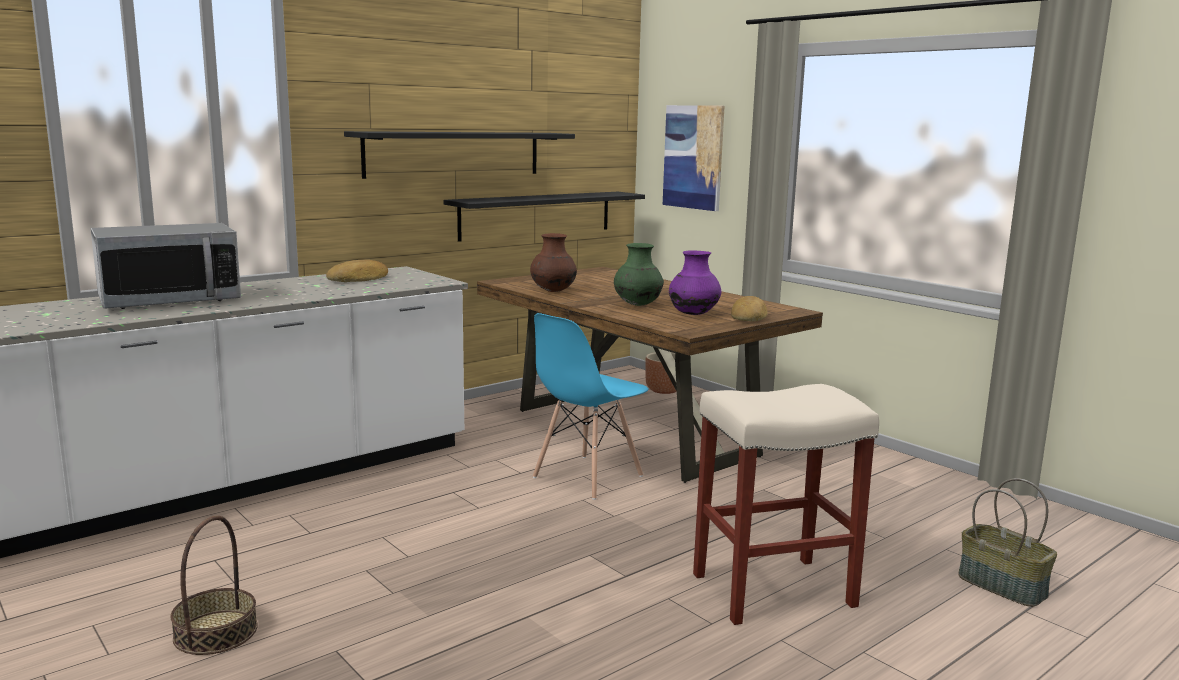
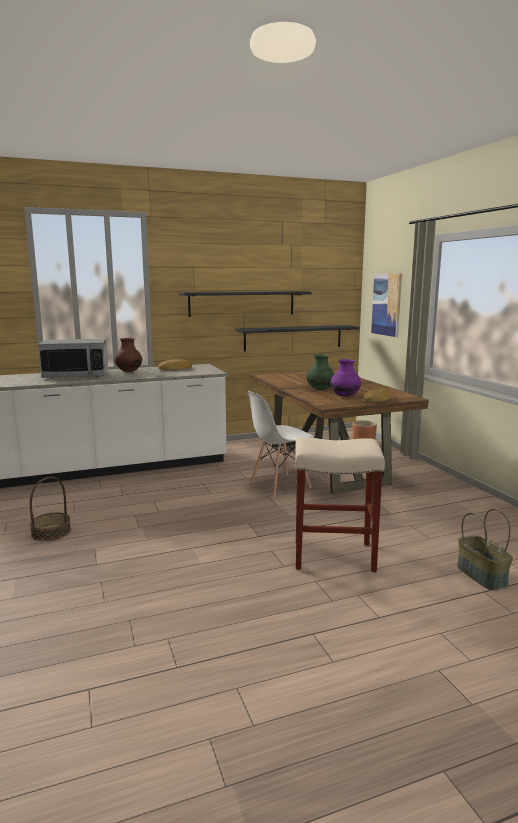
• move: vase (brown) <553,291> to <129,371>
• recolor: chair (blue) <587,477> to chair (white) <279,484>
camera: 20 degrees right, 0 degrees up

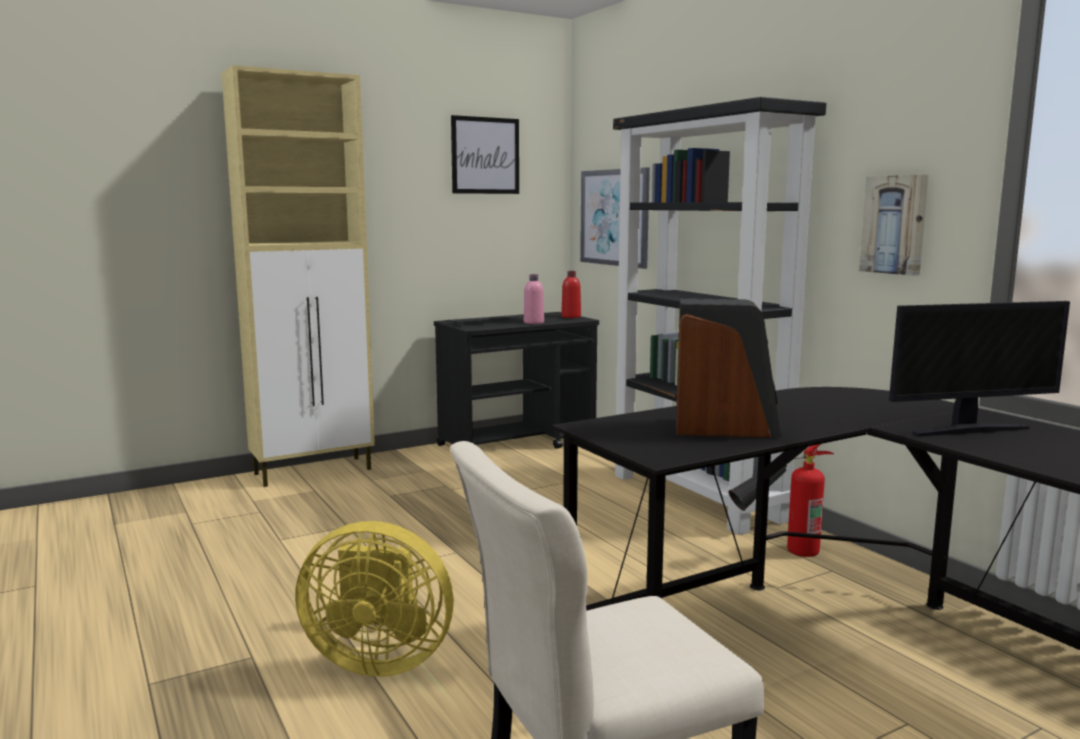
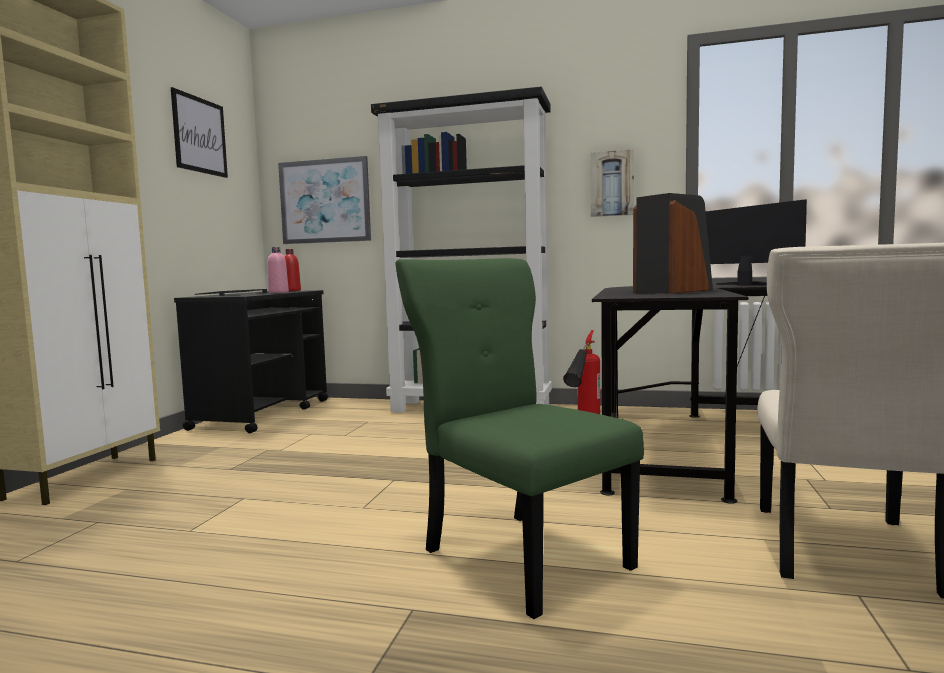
• replace: fan (yellow) <378,660> to chair (green) <521,555>
• rotate: monitor <968,430> = <747,285> 60 degrees counterclockwise
camera: 45 degrees left, 5 degrees down

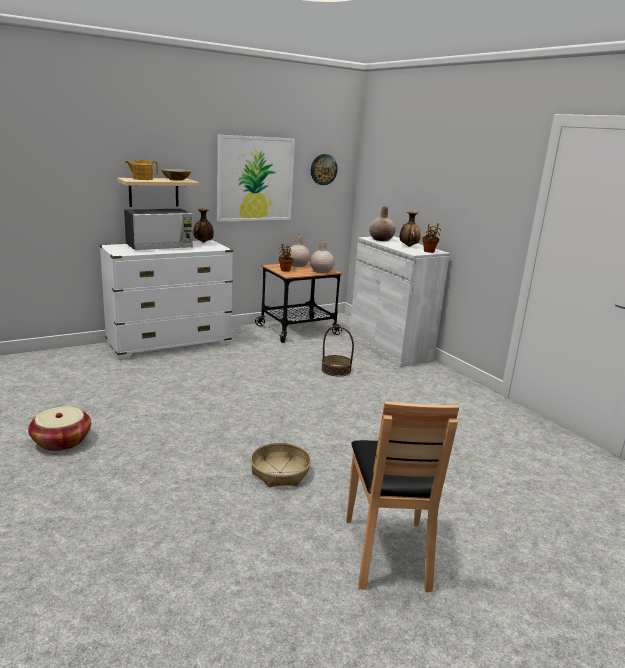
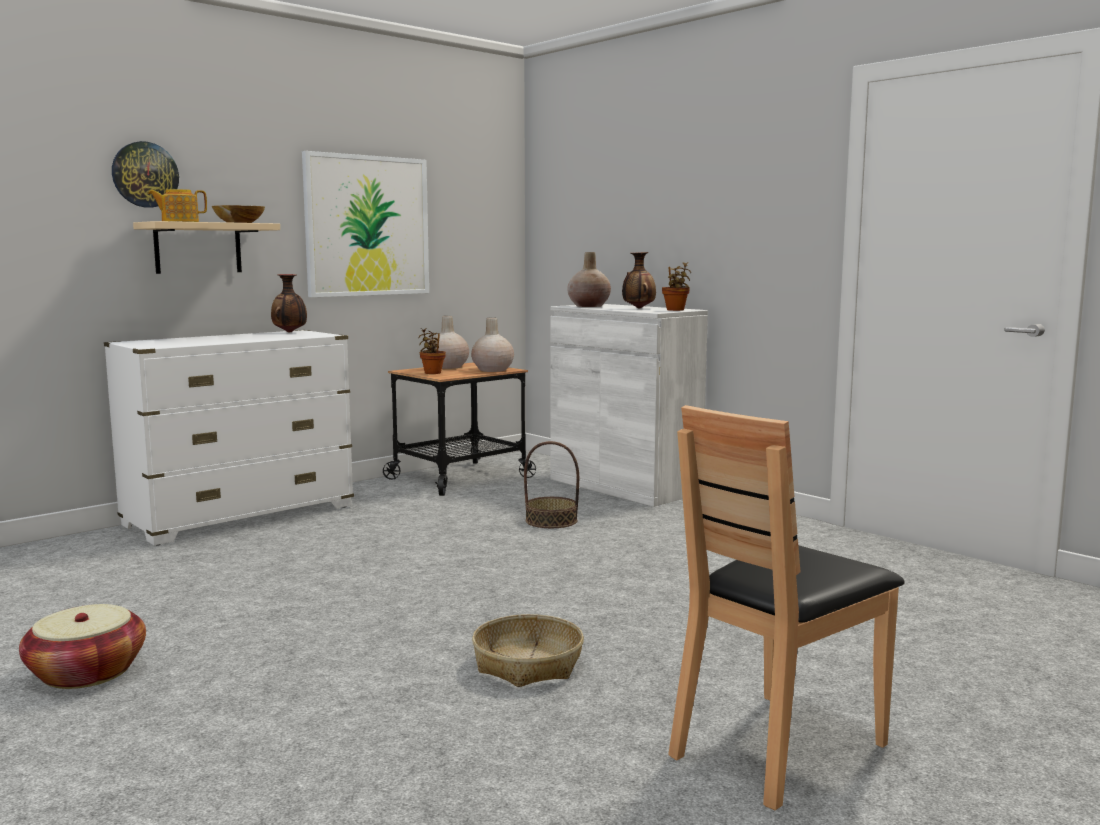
• delete: microwave <159,246>
• move: wall clock <323,169> to <145,174>
• rotate: chair (brown) <388,552> = <777,748> 60 degrees clockwise
camera: 10 degrees left, 10 degrees down

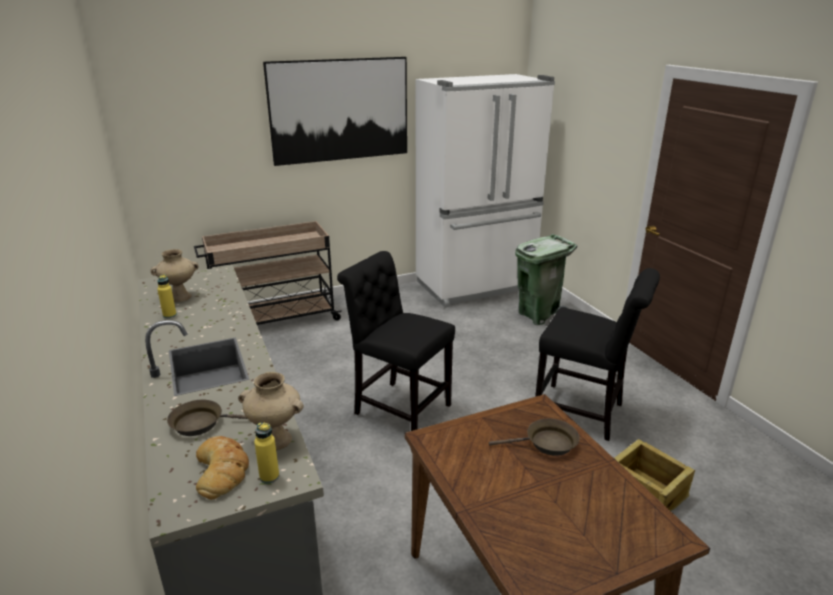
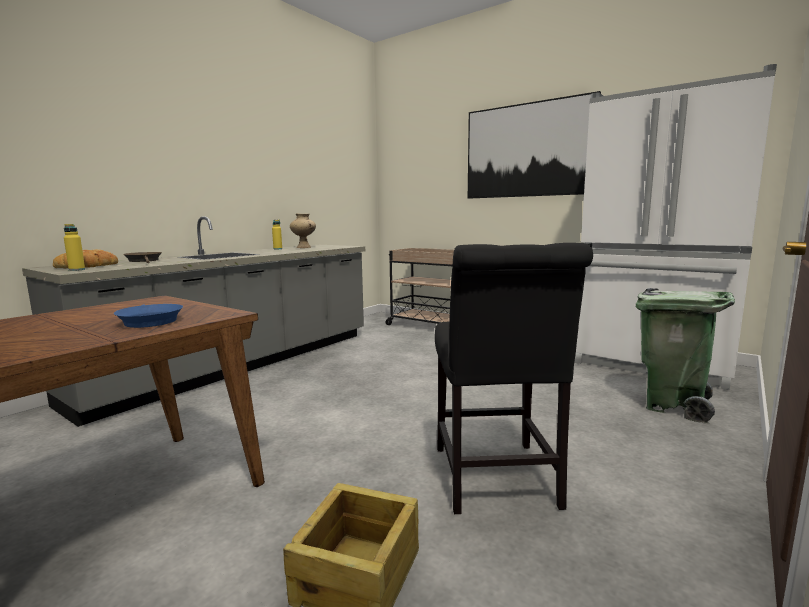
• delete: vase (beige) <277,439>
• delete: chair (black) <398,408>
• recolor: frying pan (brown) <547,443> to frying pan (blue) <149,321>
camera: 60 degrees right, 15 degrees down

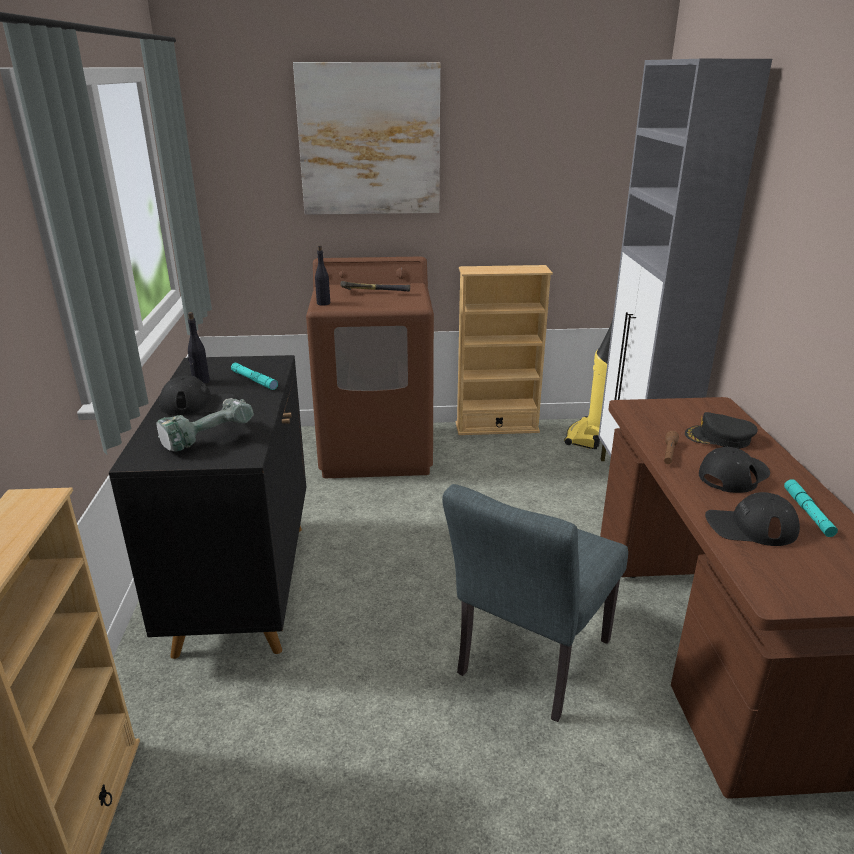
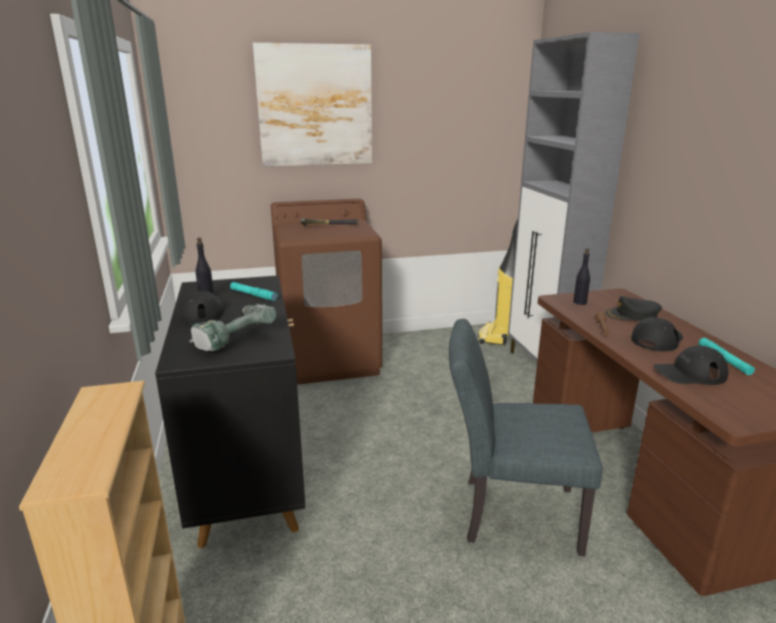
• move: bottle (black) <323,303> to <579,302>
• rotate: chair (grey) <528,664> = <509,513> 75 degrees clockwise
• delete: bookcase (beige) <497,427>
camera: 10 degrees left, 5 degrees down

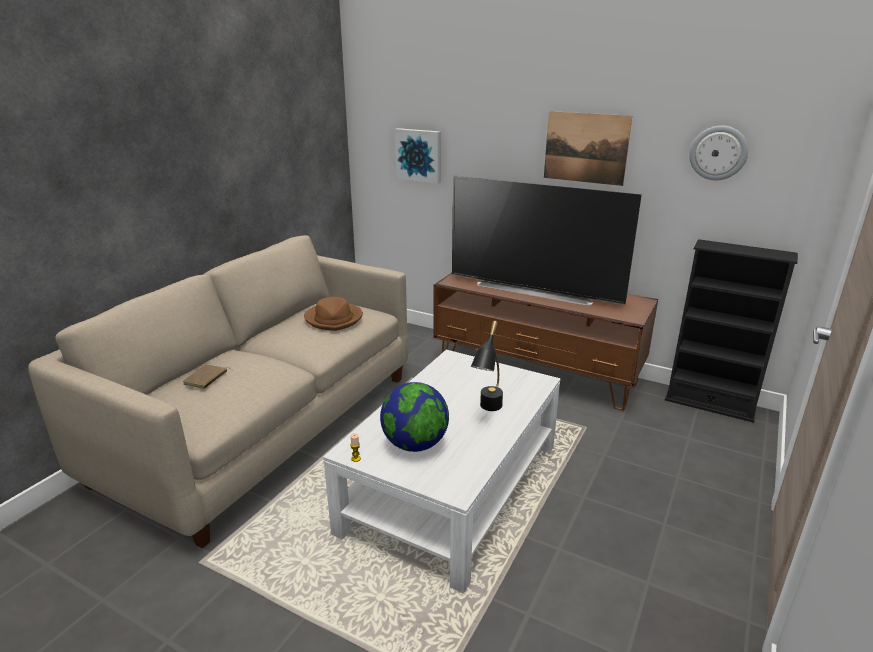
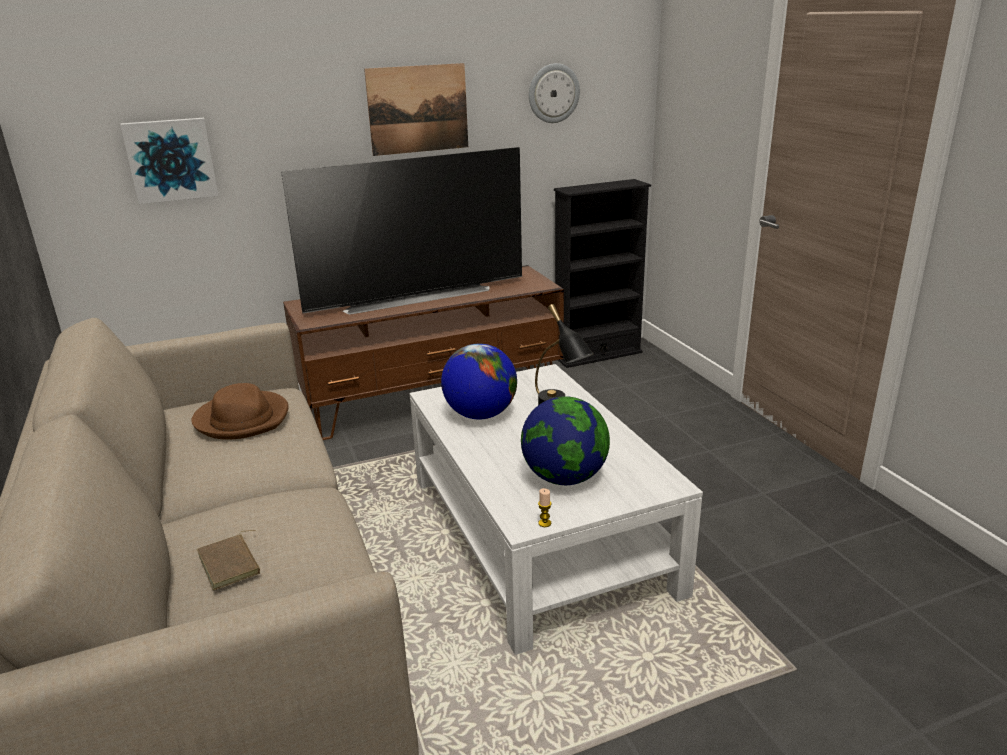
• insert: globe <480,414>
camera: 50 degrees left, 0 degrees up

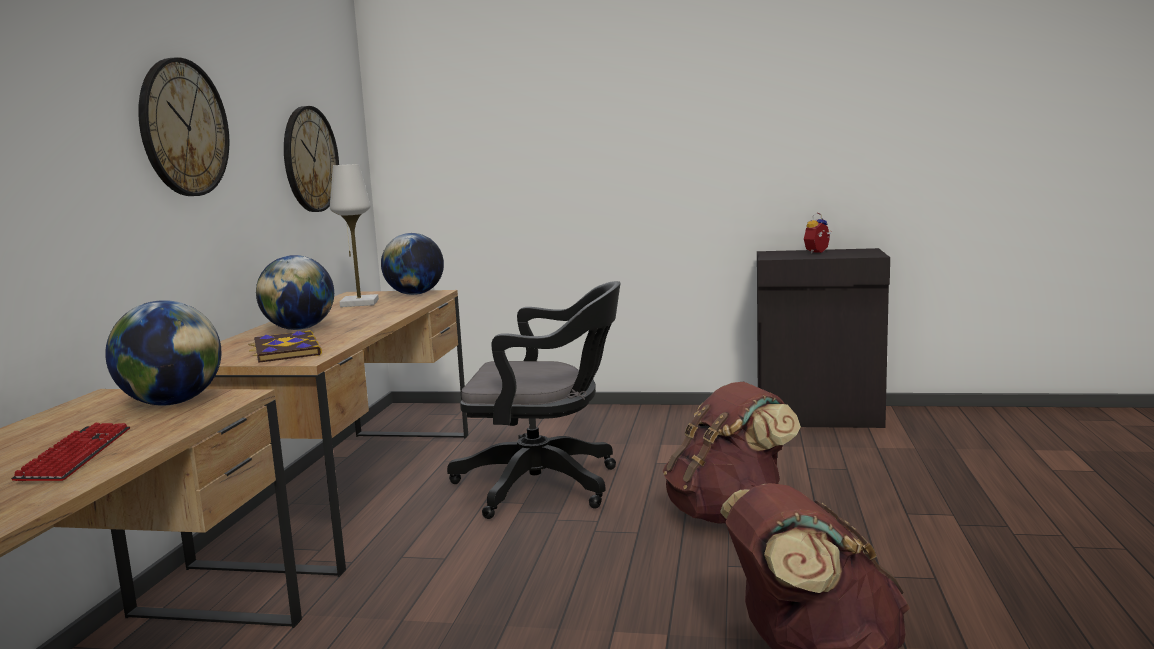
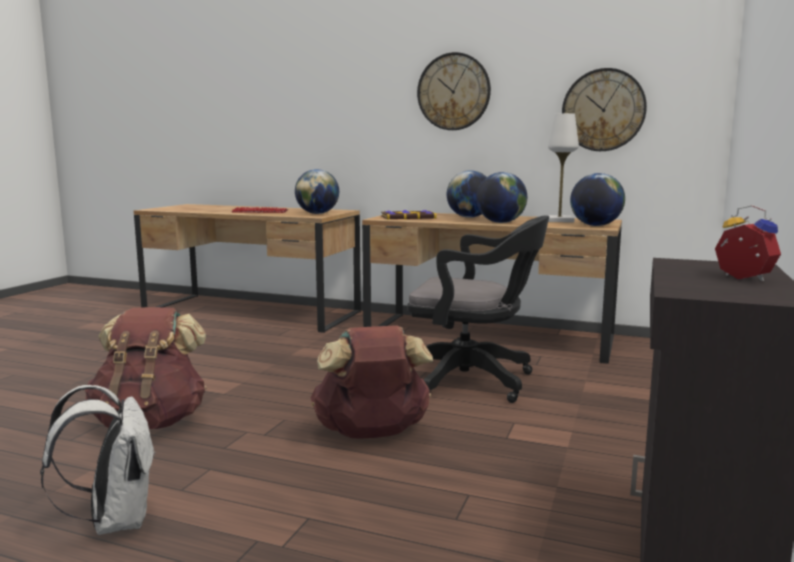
• rotate: office chair (black) <546,485> = <472,381> 90 degrees counterclockwise
• insert: backpack (white) <114,520>
• insert: globe <500,222>
camera: 100 degrees right, 0 degrees up

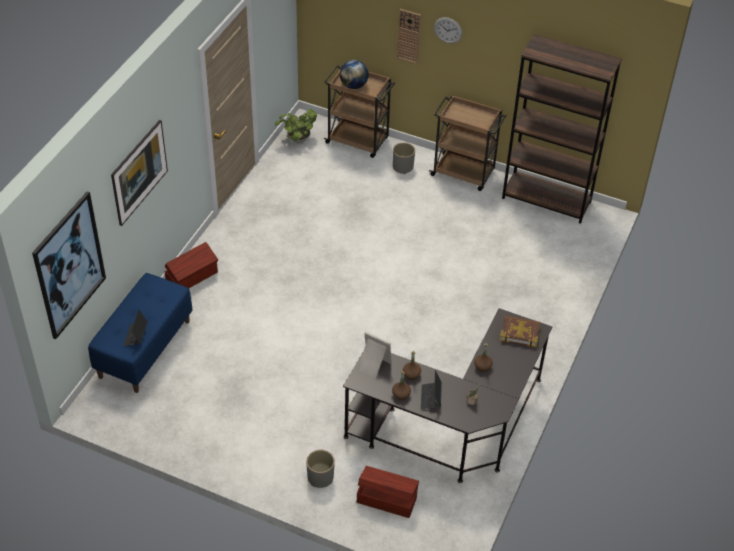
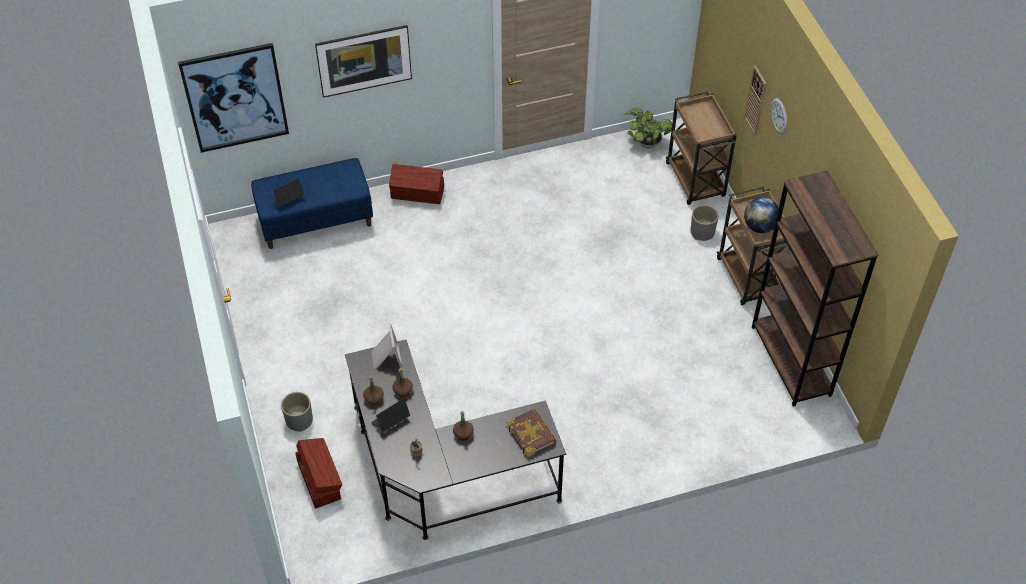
• move: globe <354,85> to <759,227>
camera: 50 degrees right, 5 degrees up

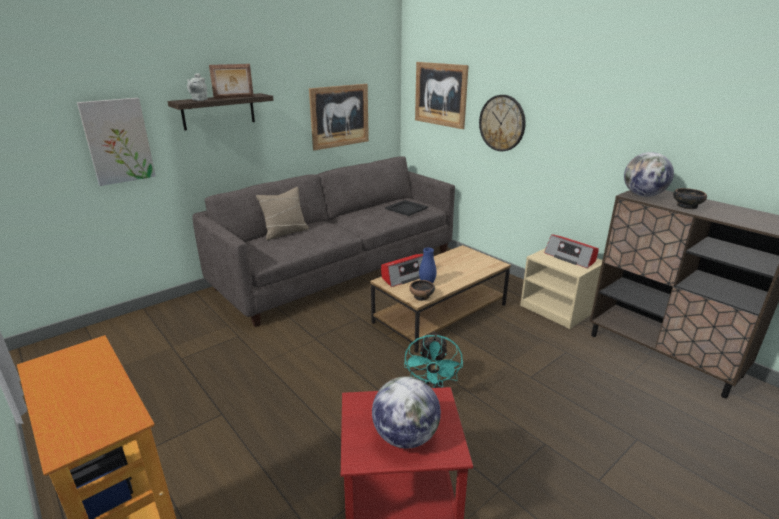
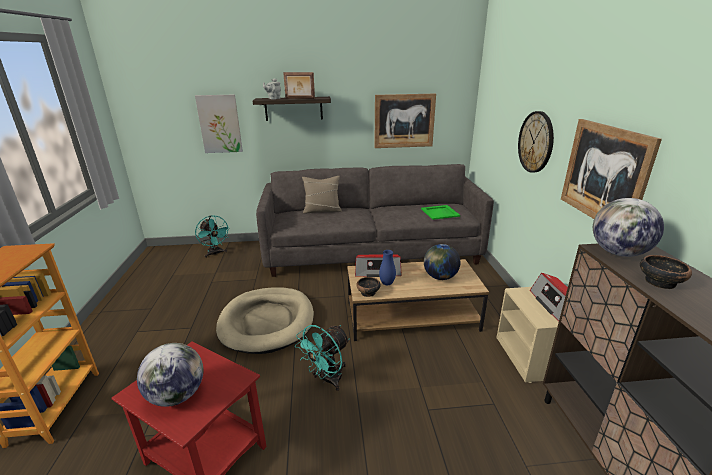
• recolor: tray (black) <406,208> to tray (green) <440,212>
• move: picture <440,94> to <604,174>
• insert: fan (turquoise) <215,253>
• insert: dog bed (beige) <267,322>
• insert: globe <440,277>
camera: 35 degrees right, 0 degrees up

